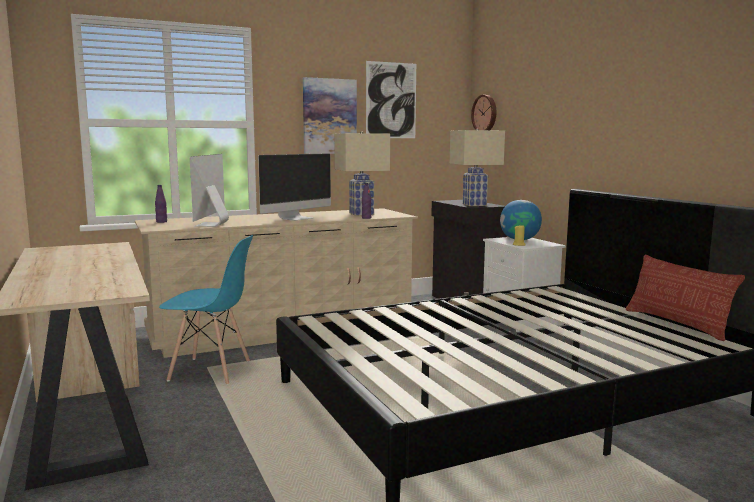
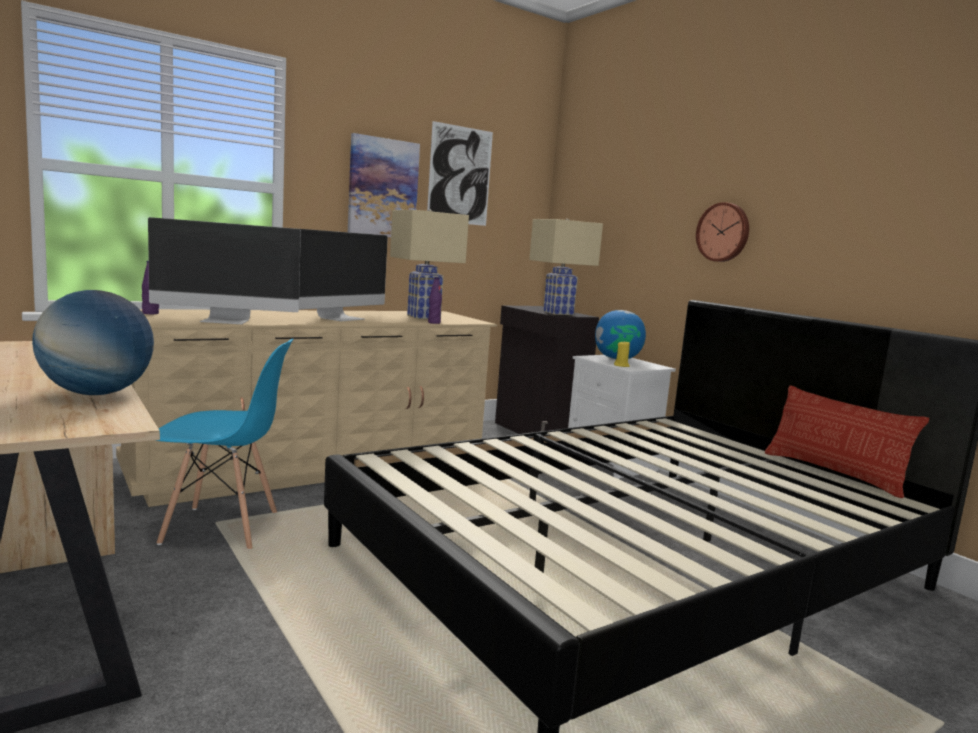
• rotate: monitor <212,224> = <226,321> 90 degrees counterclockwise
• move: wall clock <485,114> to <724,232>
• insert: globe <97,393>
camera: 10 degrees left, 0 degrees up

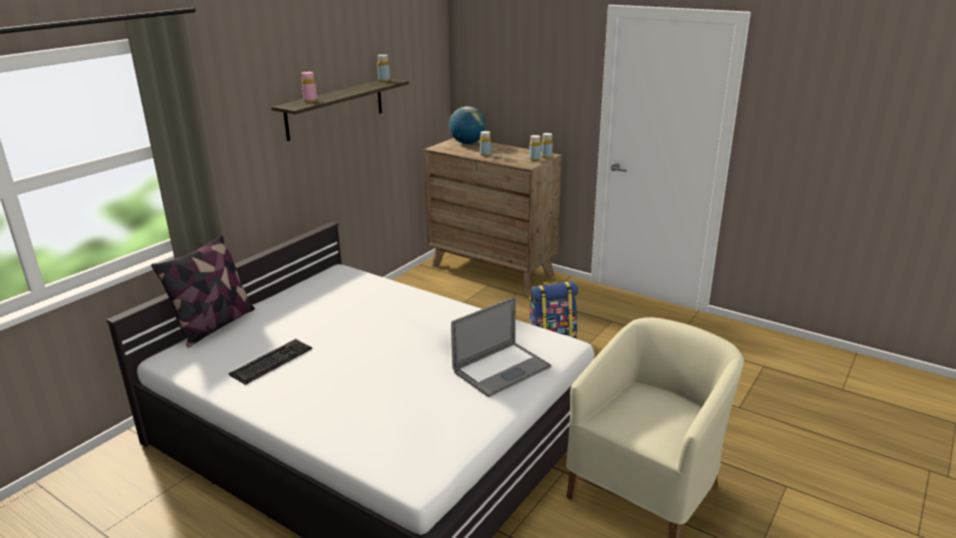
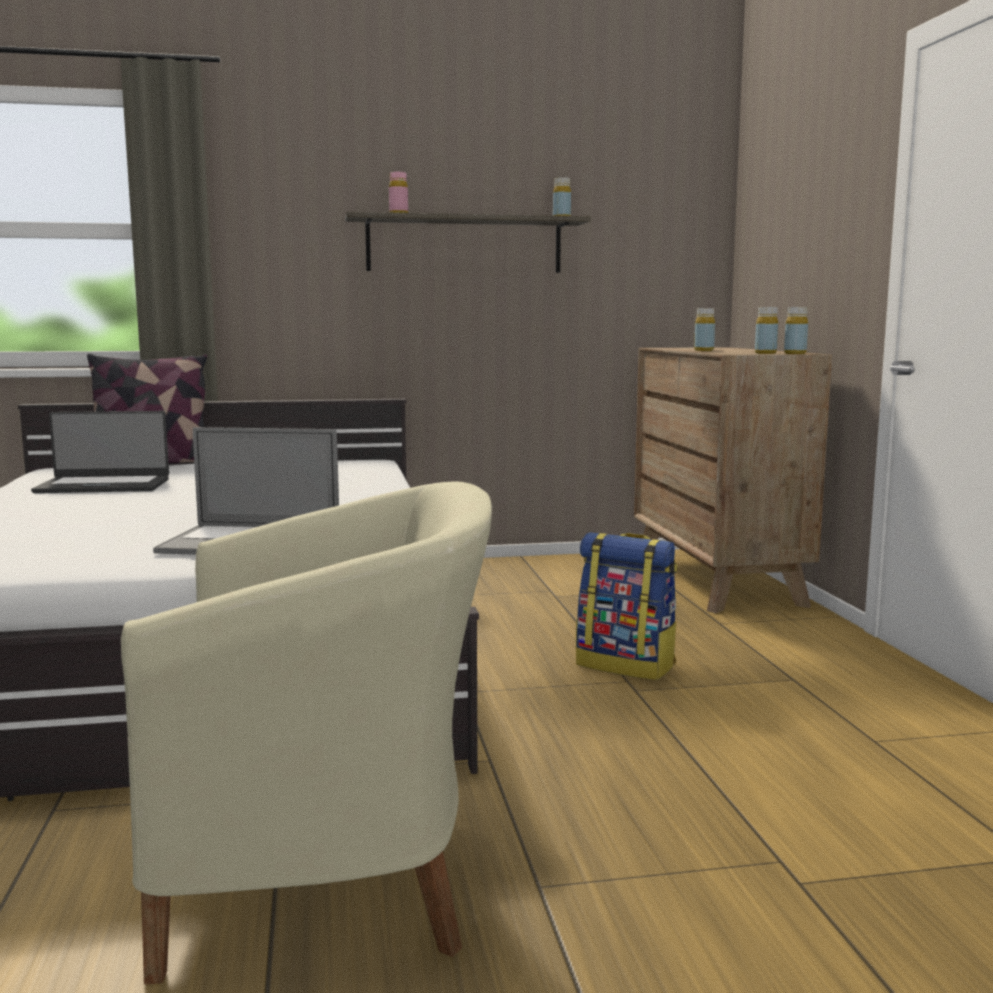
• replace: keyboard <271,360> to laptop <104,485>
• delete: globe <467,143>
camera: 45 degrees right, 15 degrees down

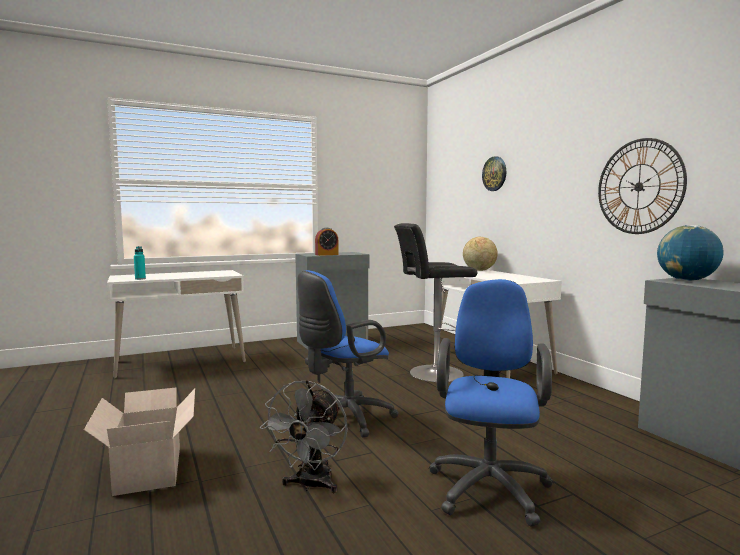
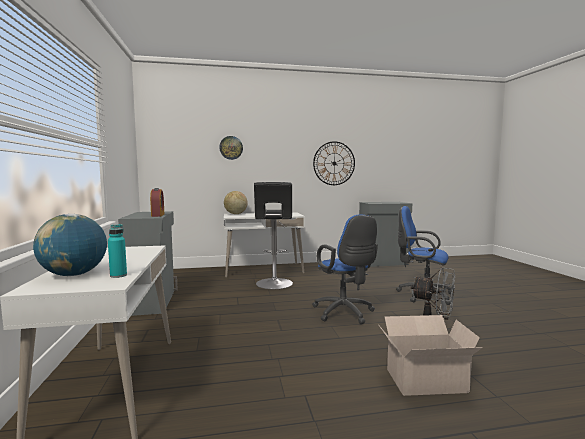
• move: globe <686,280> to <74,275>
camera: 75 degrees left, 0 degrees up

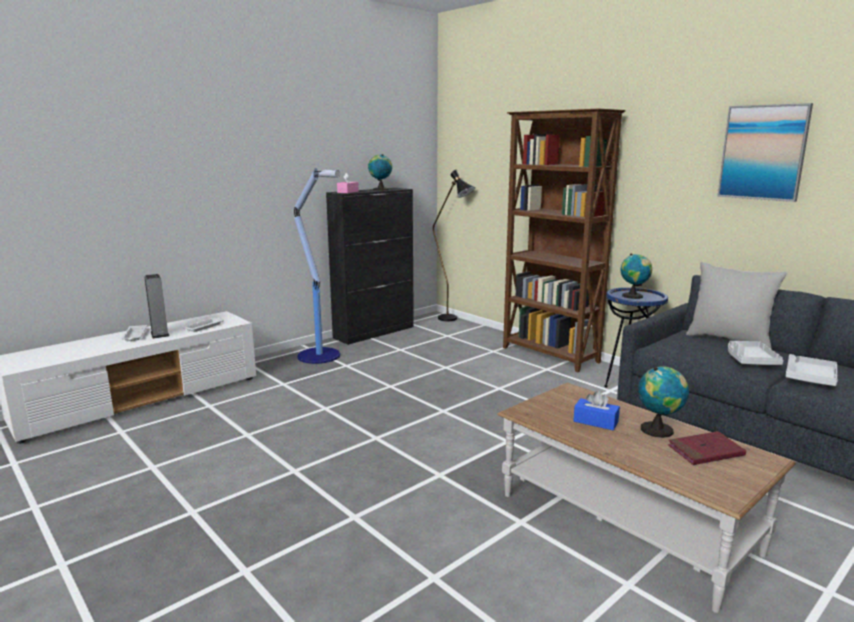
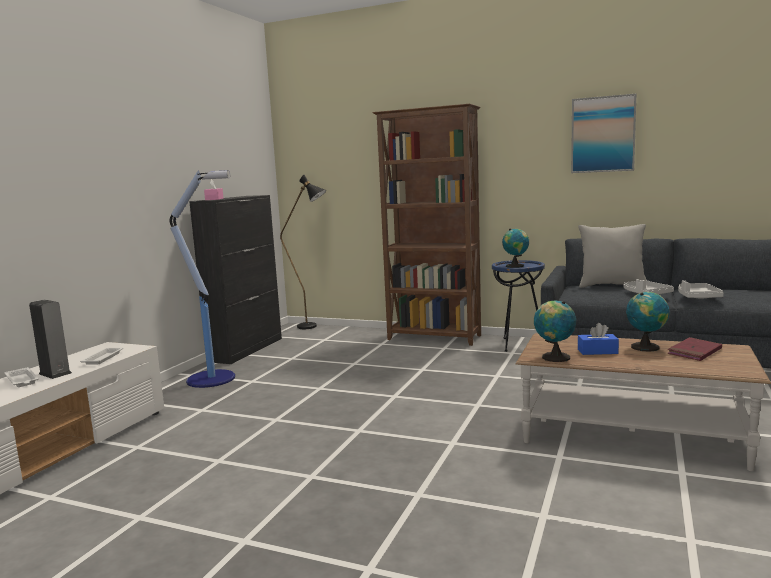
• move: globe <380,189> to <553,357>
camera: 25 degrees left, 5 degrees down

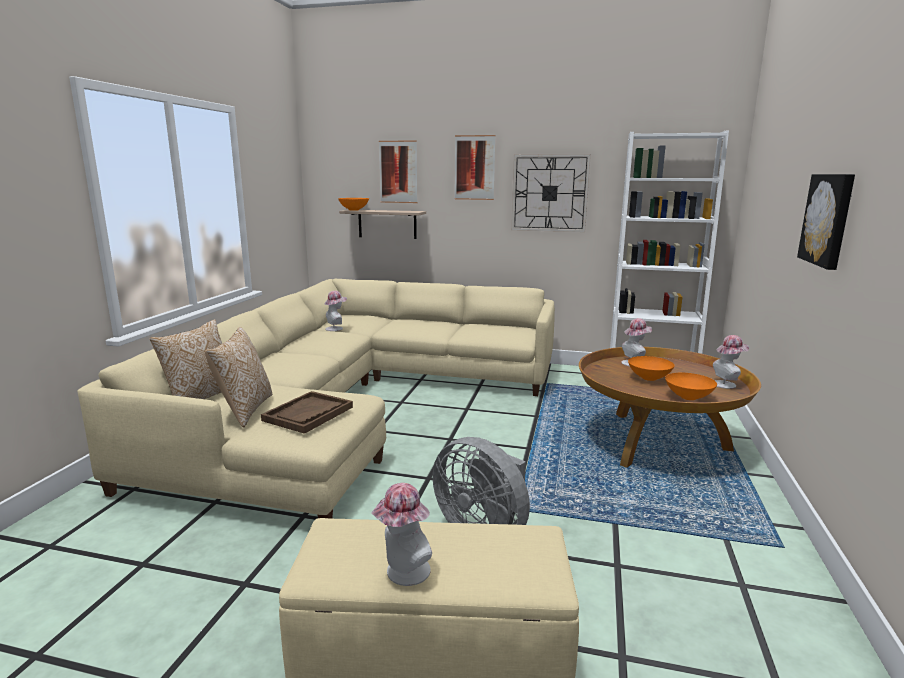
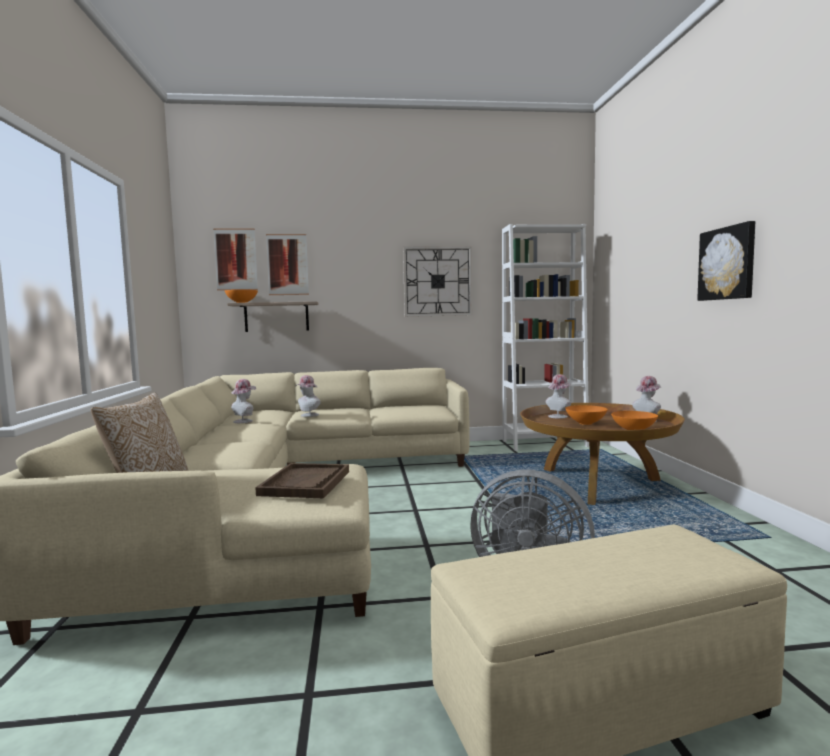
• delete: pillow <244,410>
• move: hat <403,573> to <308,415>
• move: picture <474,167> to <236,259>
camera: 20 degrees left, 10 degrees down

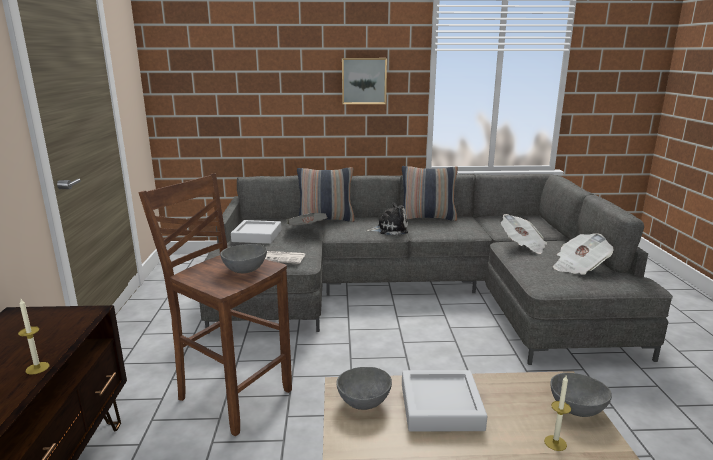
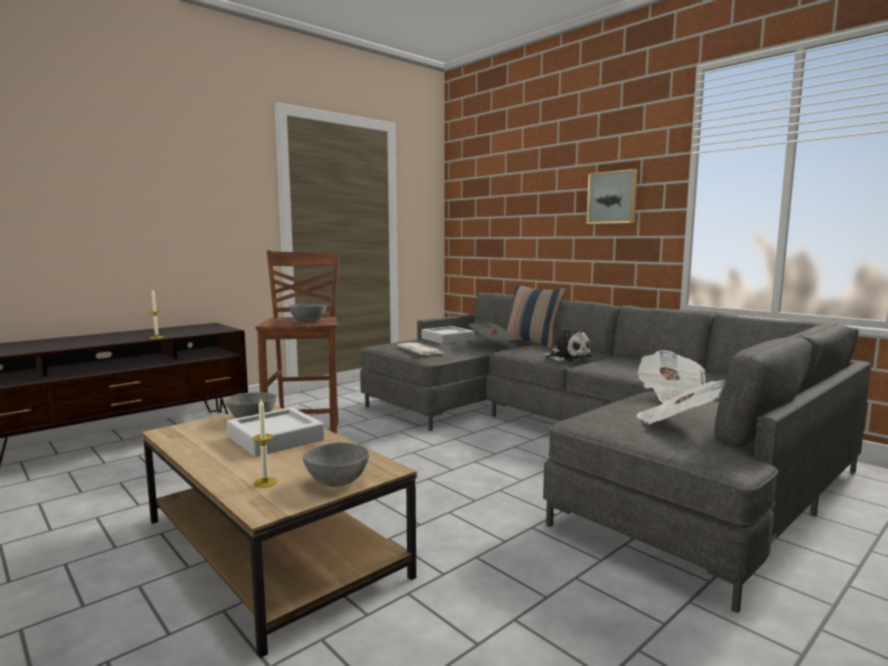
• delete: pillow <428,217>
camera: 50 degrees right, 10 degrees down

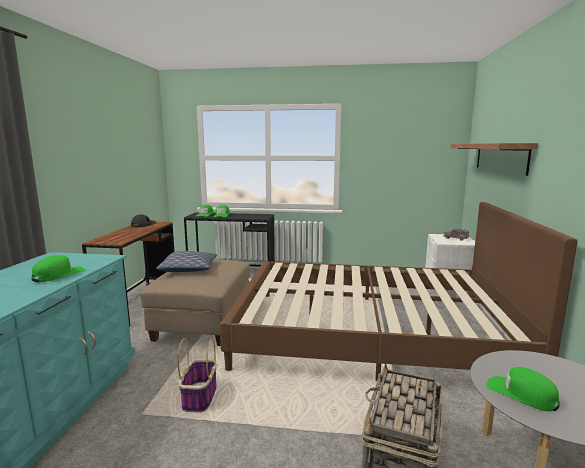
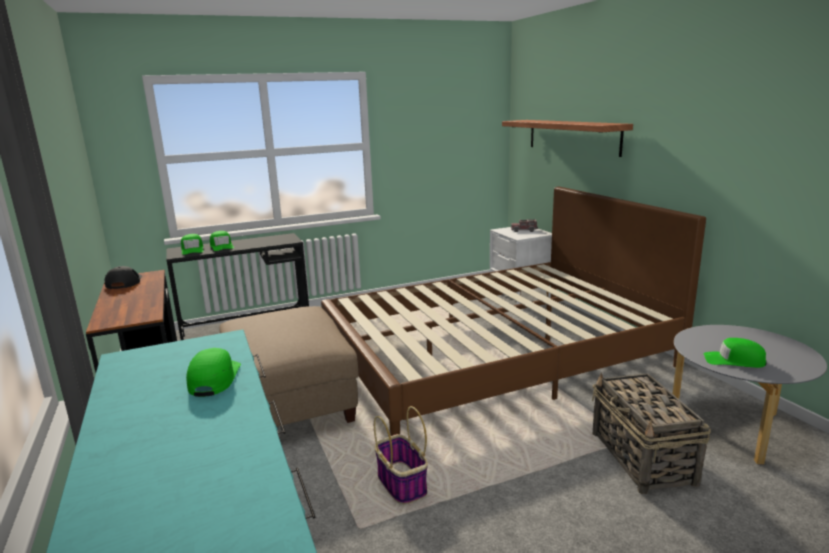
• delete: pillow <189,269>
camera: 30 degrees left, 5 degrees up

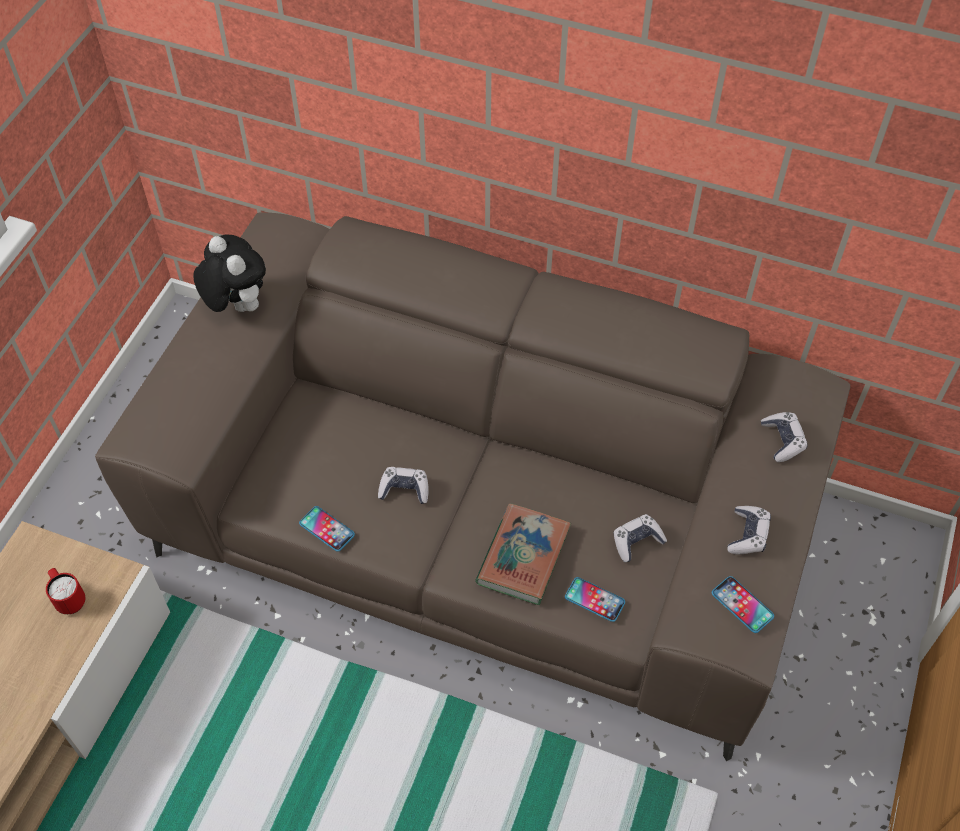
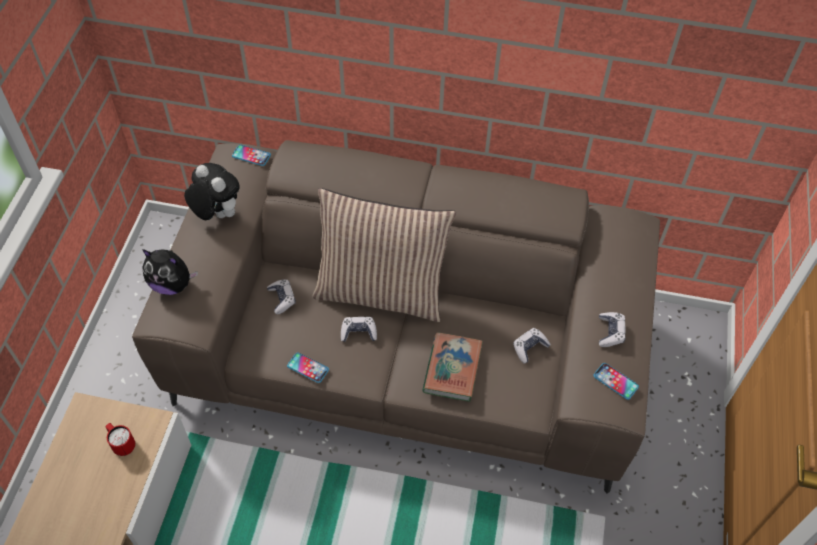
• move: phone <594,600> to <251,155>
• move: game controller <782,440> to <282,299>
• insert: plush toy <172,284>
• insert: pillow <381,291>
camera: 10 degrees left, 0 degrees up

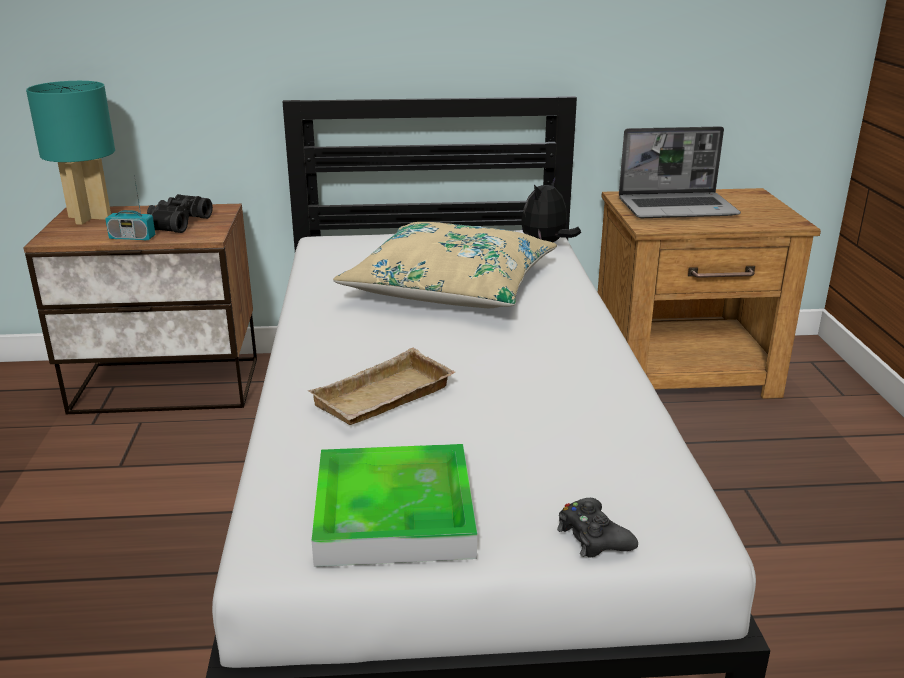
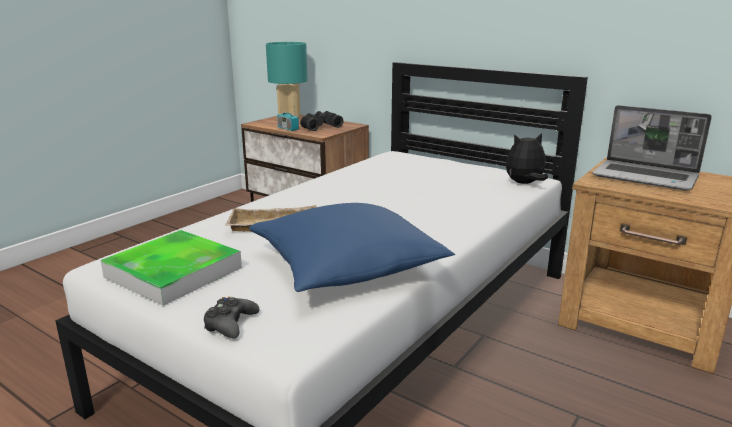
• delete: pillow (beige) <451,287>
• insert: pillow (blue) <346,268>
camera: 40 degrees right, 5 degrees down

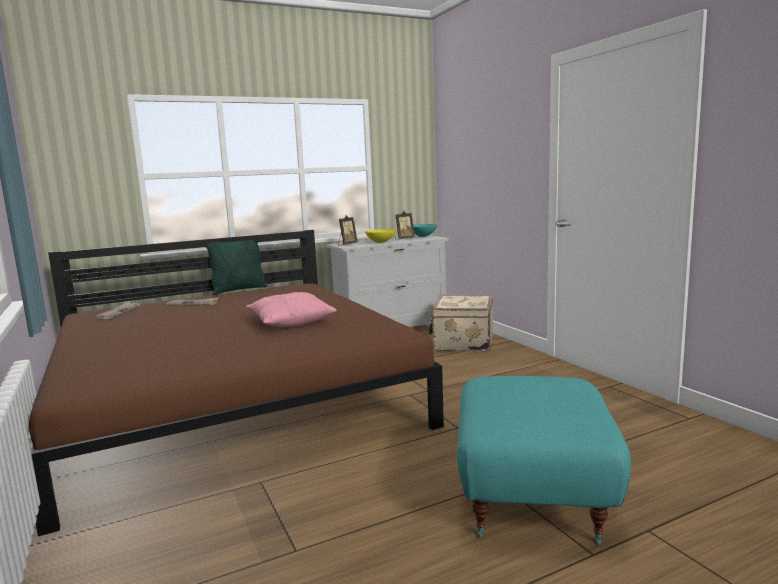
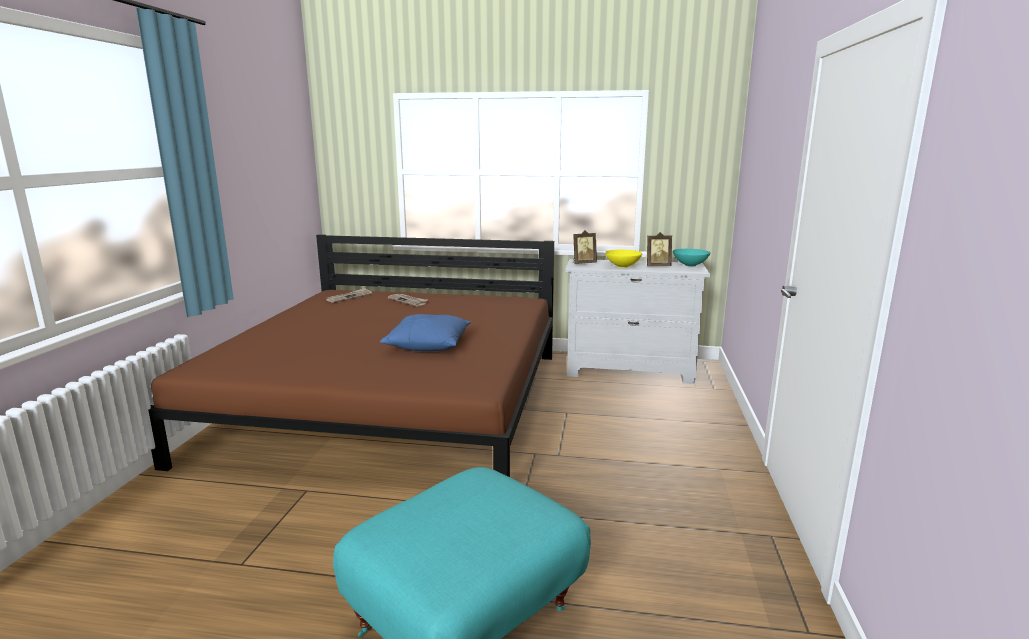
• delete: pillow (green) <239,290>
• recolor: pillow (pink) <290,322> to pillow (blue) <428,344>
• delete: suitcase (beige) <462,342>
camera: 35 degrees right, 5 degrees up

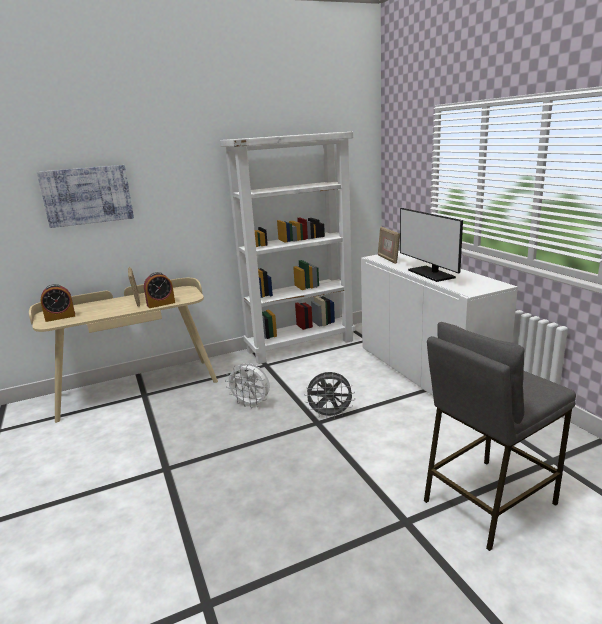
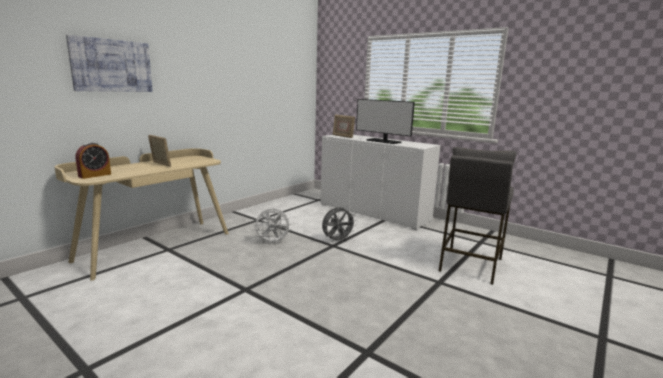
• delete: alarm clock <161,304>
• delete: bookcase (white) <301,345>
camera: 30 degrees left, 5 degrees down

